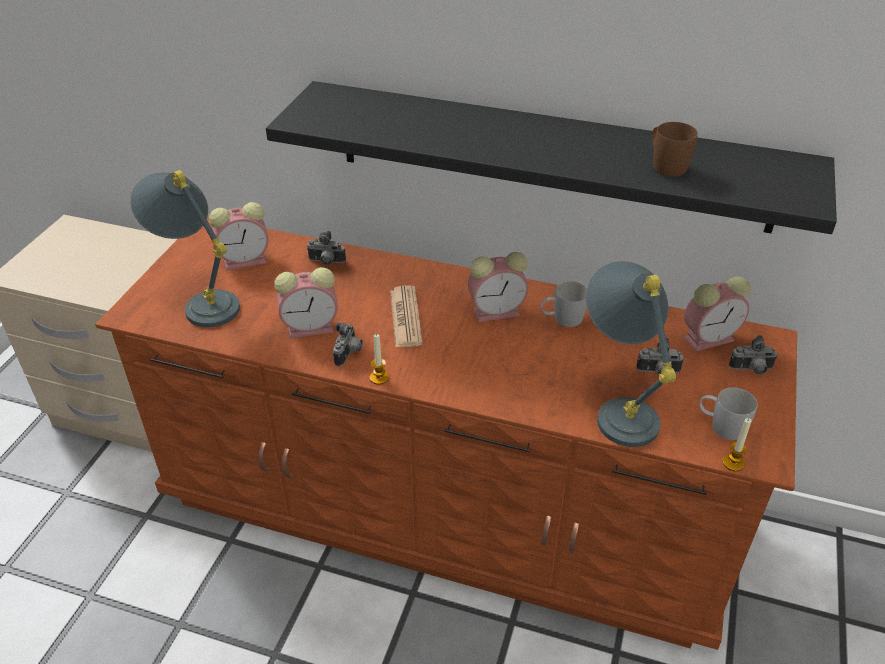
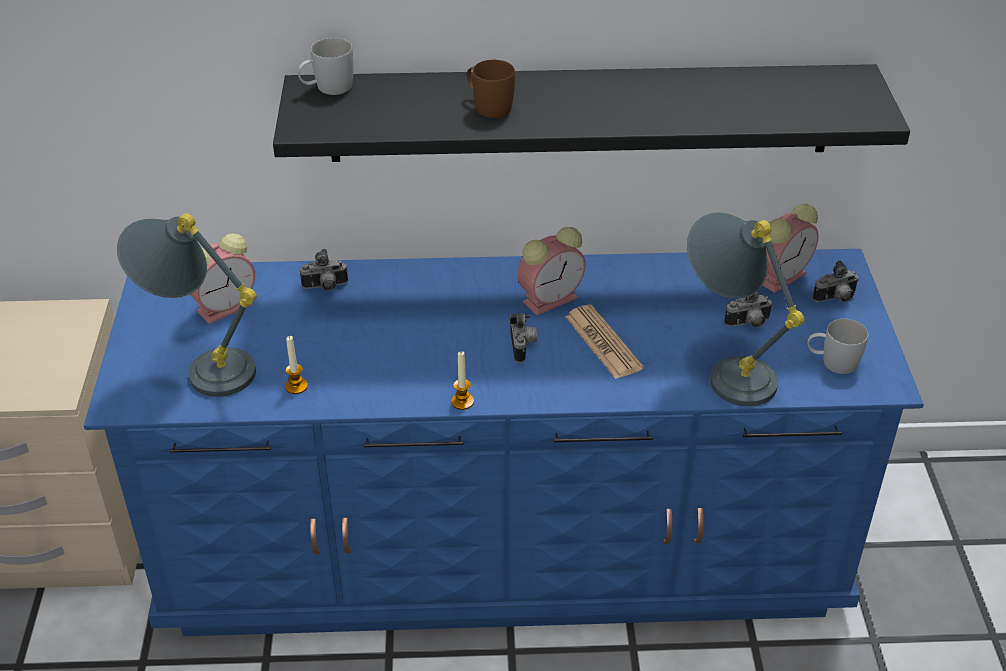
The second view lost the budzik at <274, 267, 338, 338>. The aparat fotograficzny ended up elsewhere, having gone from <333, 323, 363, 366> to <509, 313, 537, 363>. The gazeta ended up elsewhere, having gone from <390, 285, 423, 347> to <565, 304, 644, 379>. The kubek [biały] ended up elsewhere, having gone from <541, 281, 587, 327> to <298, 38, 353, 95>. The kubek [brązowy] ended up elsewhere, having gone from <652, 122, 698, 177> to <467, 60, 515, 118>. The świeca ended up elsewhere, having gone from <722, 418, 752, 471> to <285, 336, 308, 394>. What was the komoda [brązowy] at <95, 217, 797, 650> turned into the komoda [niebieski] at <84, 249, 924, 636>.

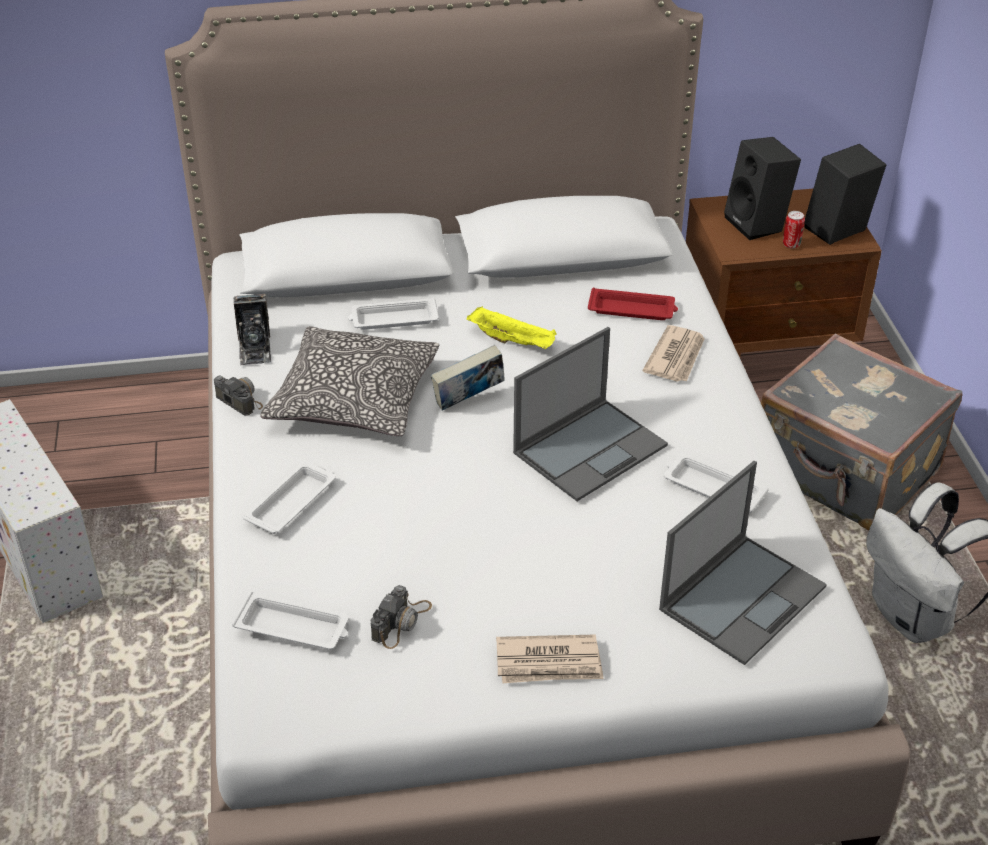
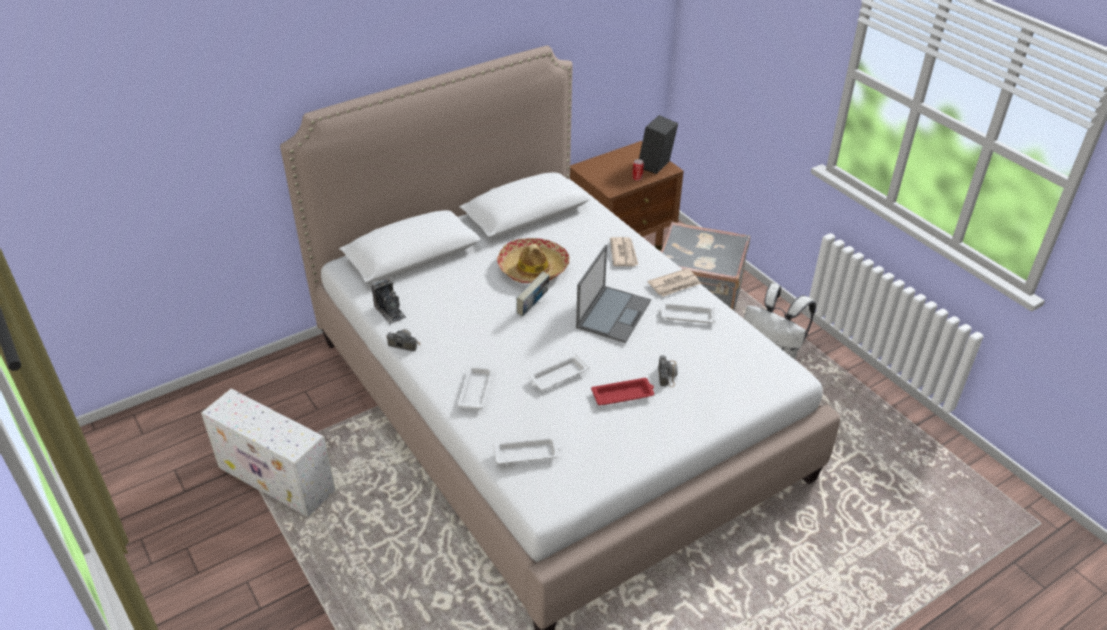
The second view lost the poduszka at <260, 326, 439, 436>. The second view lost the laptop at <659, 461, 827, 665>. The second view lost the głośnik [czarny] at <724, 137, 801, 240>. The taca [biały] ended up elsewhere, having gone from <348, 298, 439, 330> to <529, 354, 589, 390>. The aparat fotograficzny ended up elsewhere, having gone from <371, 585, 432, 649> to <658, 355, 678, 387>. The gazeta ended up elsewhere, having gone from <496, 634, 604, 683> to <648, 268, 701, 297>. The taca [czerwony] ended up elsewhere, having gone from <588, 288, 678, 320> to <591, 378, 654, 405>. Where the taca [żółty] stood at <467, 306, 557, 349>, the kapelusz came to stand at <497, 238, 570, 284>.

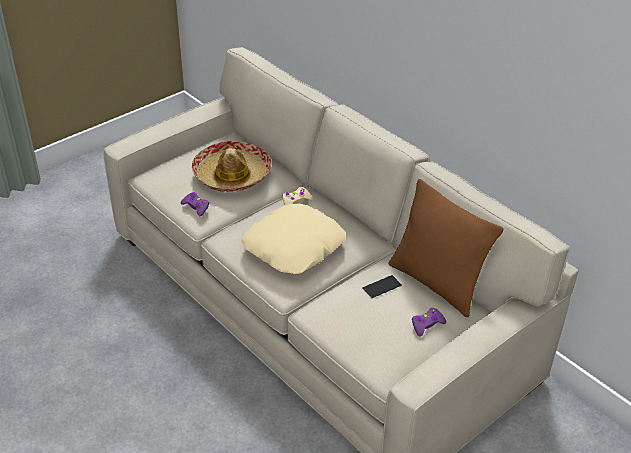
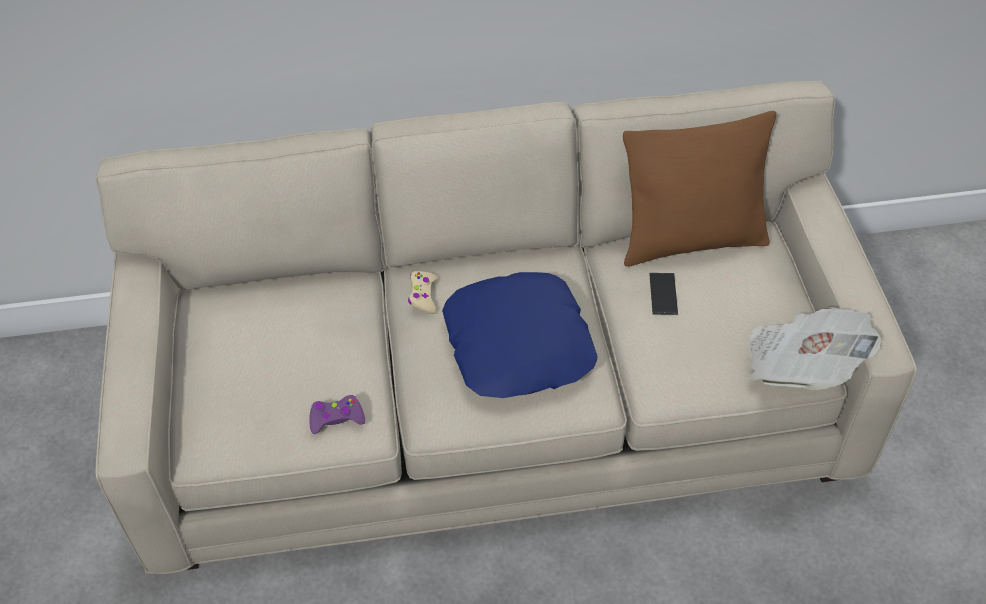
The second view lost the kapelusz at <192, 141, 272, 192>. The second view lost the pad do gier [fioletowy] at <412, 308, 446, 336>. The second view gained the gazeta at <749, 307, 881, 390>. What was the poduszka [beżowy] at <241, 204, 346, 274> turned into the poduszka [niebieski] at <442, 272, 598, 398>.

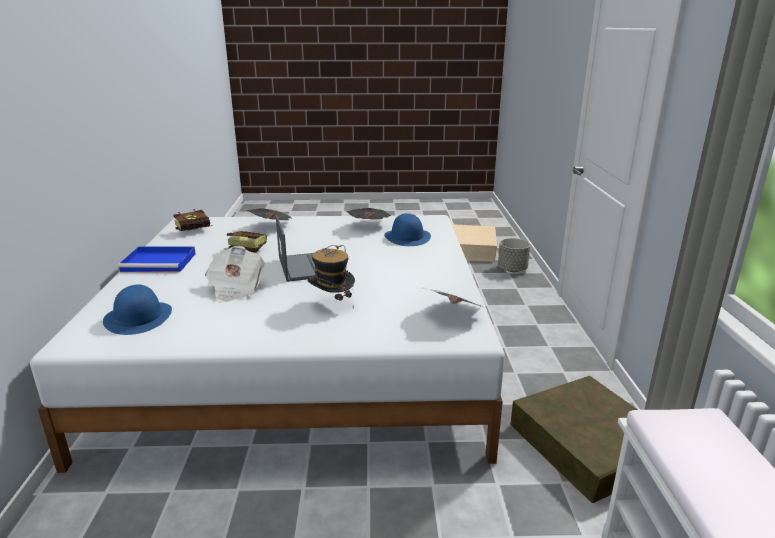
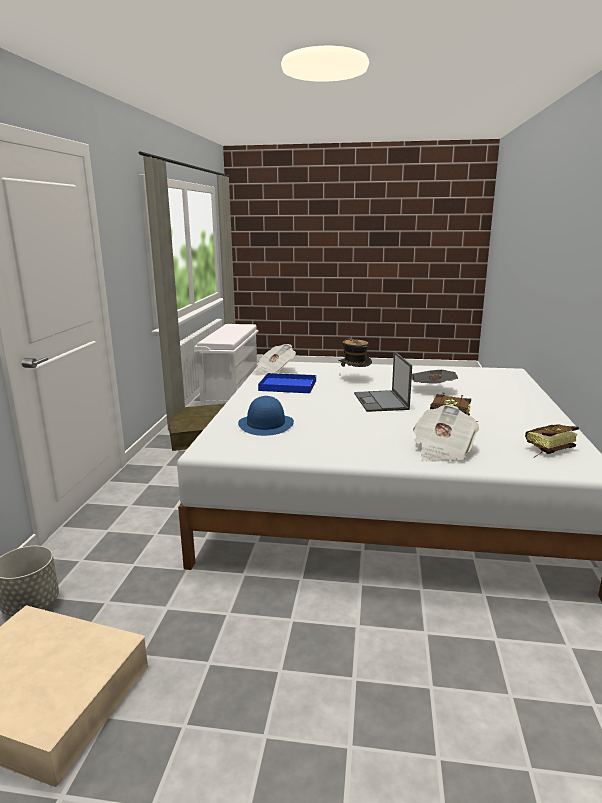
The second view lost the kapelusz [niebieski] at <103, 284, 172, 335>. The second view lost the gazeta at <346, 208, 391, 219>. The taca [niebieski] ended up elsewhere, having gone from <118, 247, 196, 272> to <258, 373, 316, 393>.

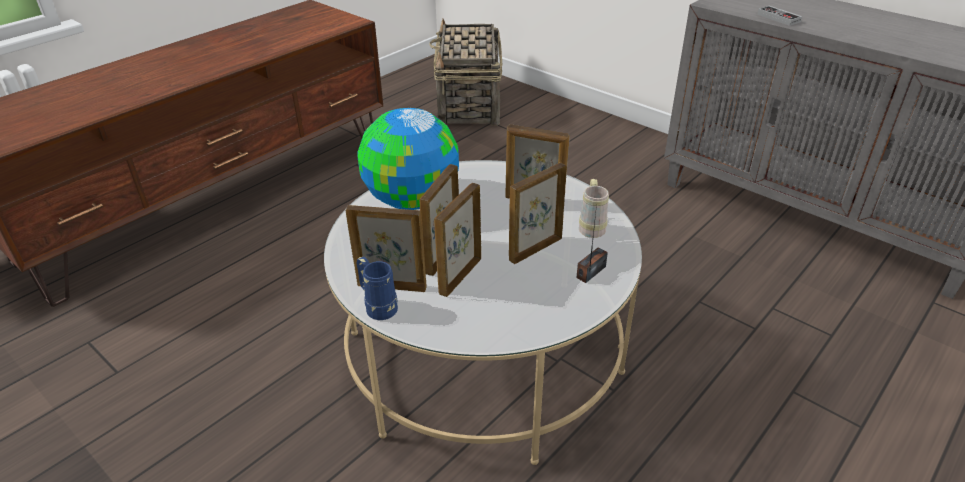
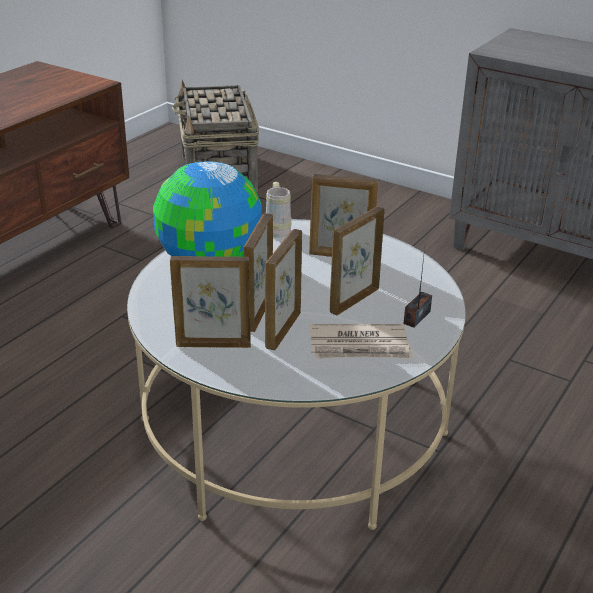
The second view lost the kubek [niebieski] at <356, 257, 398, 320>. The second view lost the pad do gier at <757, 6, 802, 26>. The second view gained the gazeta at <310, 324, 413, 359>. The kubek [beżowy] ended up elsewhere, having gone from <579, 179, 609, 238> to <266, 182, 292, 238>.

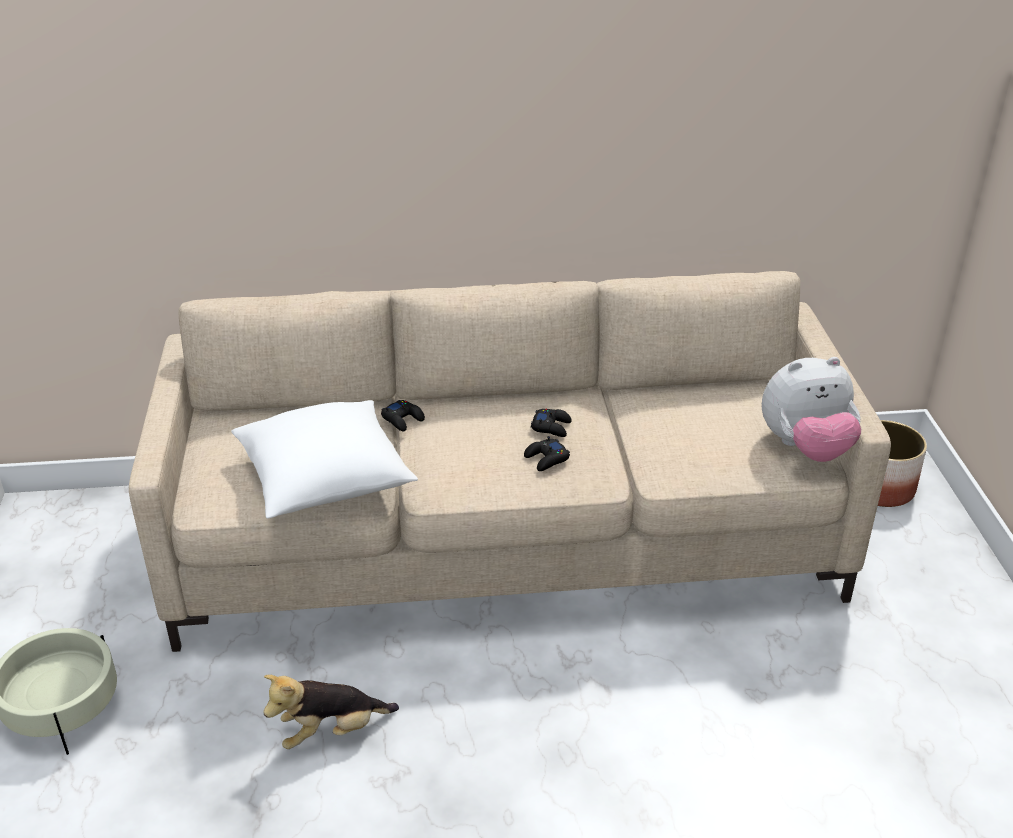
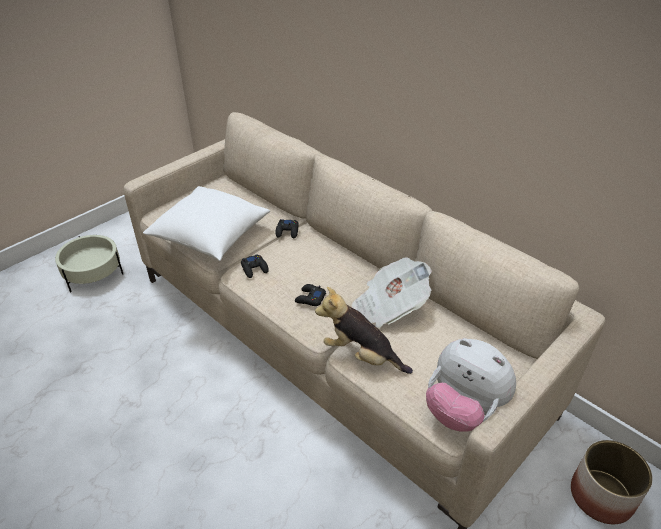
The second view gained the gazeta at <352, 257, 432, 328>. The pluszak ended up elsewhere, having gone from <263, 675, 399, 749> to <315, 287, 413, 374>. The pad do gier [czarny] ended up elsewhere, having gone from <531, 409, 572, 437> to <241, 254, 269, 278>.

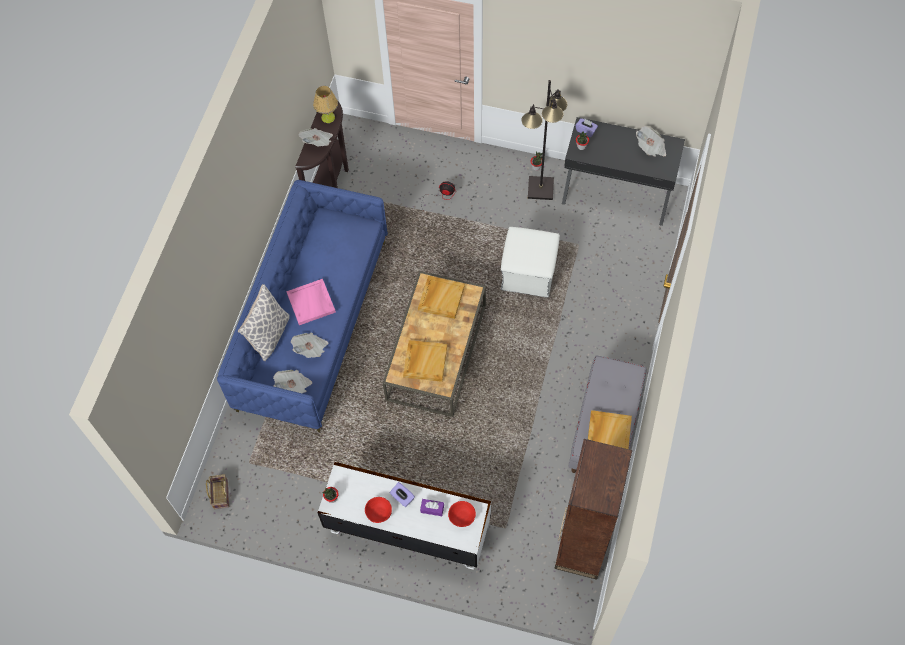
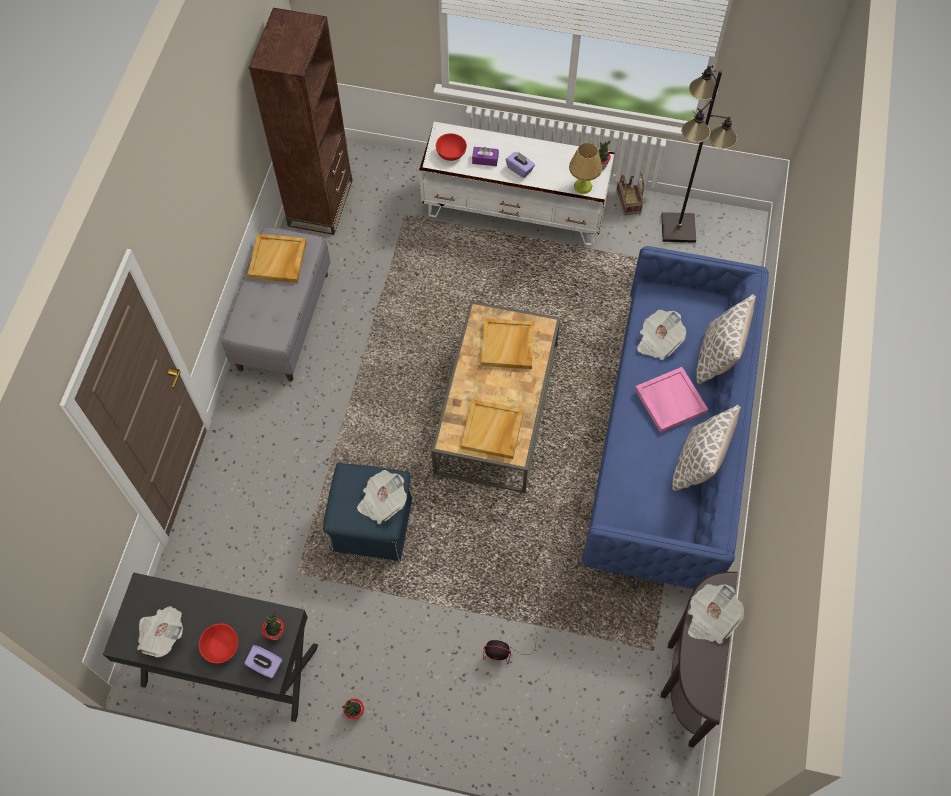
The second view gained the poduszka at <672, 405, 741, 491>. The koszyk ended up elsewhere, having gone from <206, 474, 229, 509> to <616, 173, 644, 215>. The gazeta ended up elsewhere, having gone from <273, 370, 312, 394> to <357, 470, 407, 524>. The lampa stołowa ended up elsewhere, having gone from <313, 86, 338, 123> to <569, 143, 602, 194>. The miska [czerwony] ended up elsewhere, having gone from <365, 497, 392, 523> to <199, 623, 238, 664>. The lampa stojąca [czarny] ended up elsewhere, having gone from <522, 80, 567, 200> to <661, 65, 738, 243>. What was the pufa [biały] at <501, 227, 560, 298> turned into the pufa [niebieski] at <323, 463, 413, 561>.

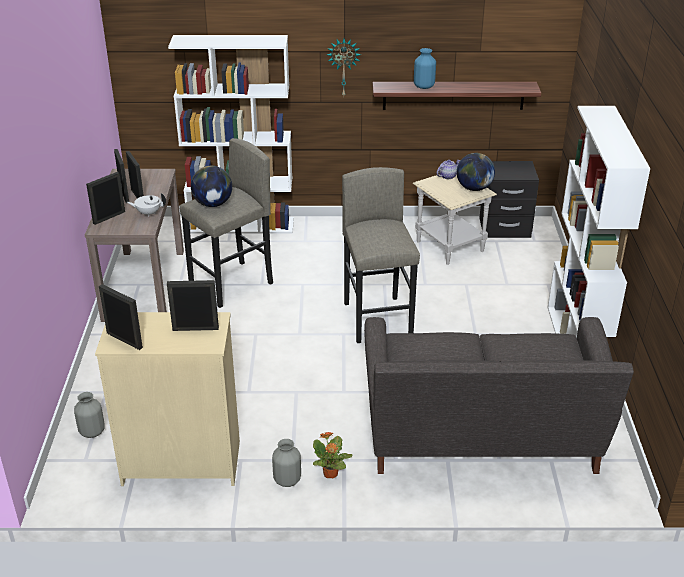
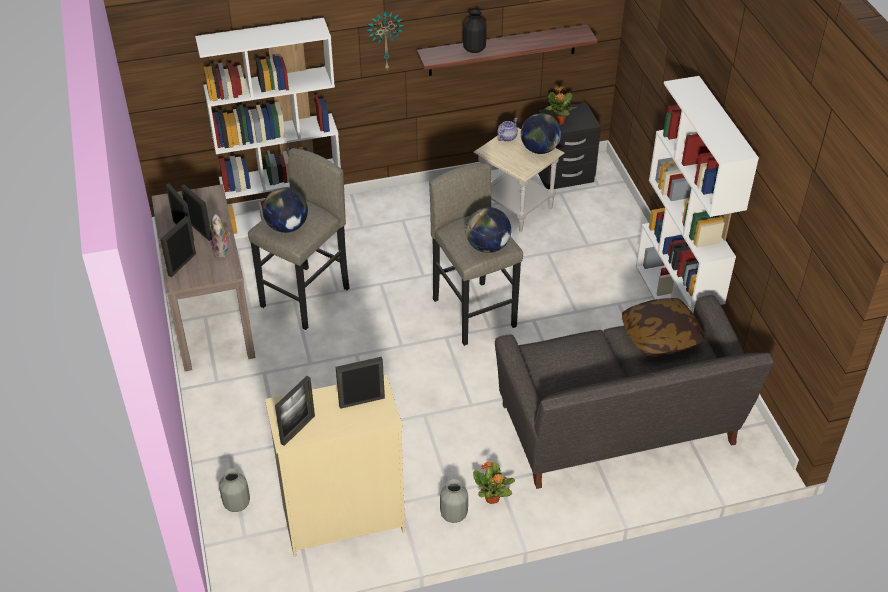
The second view gained the globus at <465, 207, 511, 253>. The second view gained the roślina doniczkowa at <545, 86, 577, 125>. The second view gained the poduszka at <622, 298, 705, 355>. Where the imbryk [biały] stood at <127, 193, 166, 217>, the pluszak came to stand at <211, 214, 230, 258>. What was the wazon [niebieski] at <414, 48, 436, 89> turned into the wazon [czarny] at <463, 10, 487, 53>. The ramka na zdjęcie at <99, 284, 143, 350> ended up facing another way, 105 degrees clockwise from before.

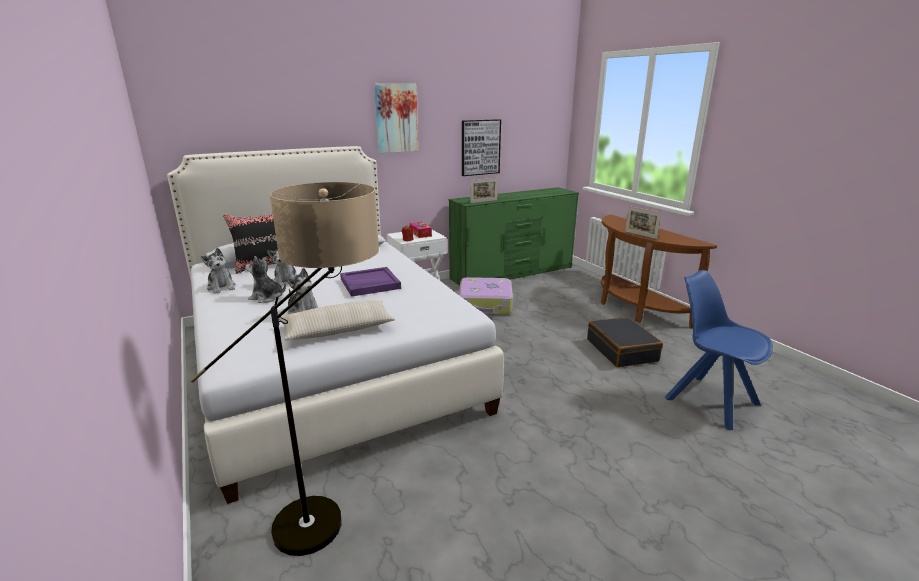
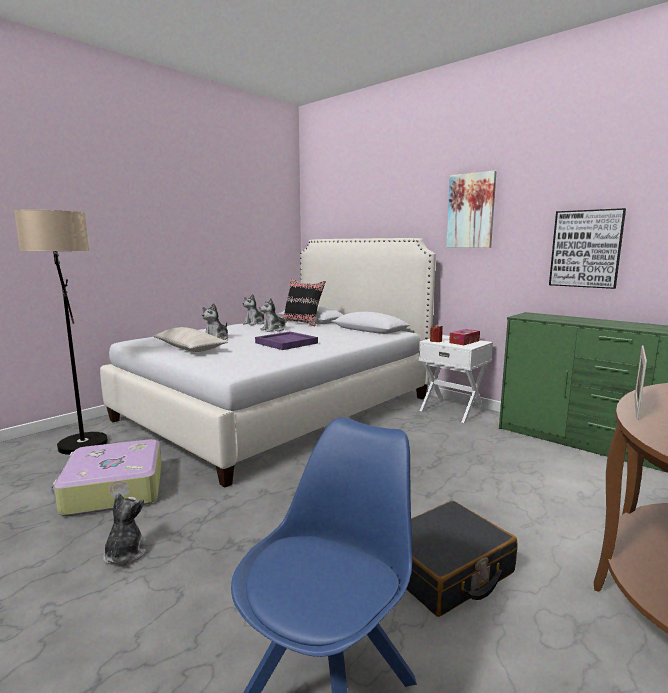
The second view lost the ramka na zdjęcie at <470, 178, 498, 203>. The pluszak ended up elsewhere, having gone from <245, 256, 286, 303> to <103, 493, 146, 564>. The walizka ended up elsewhere, having gone from <459, 277, 513, 315> to <51, 439, 162, 516>.

